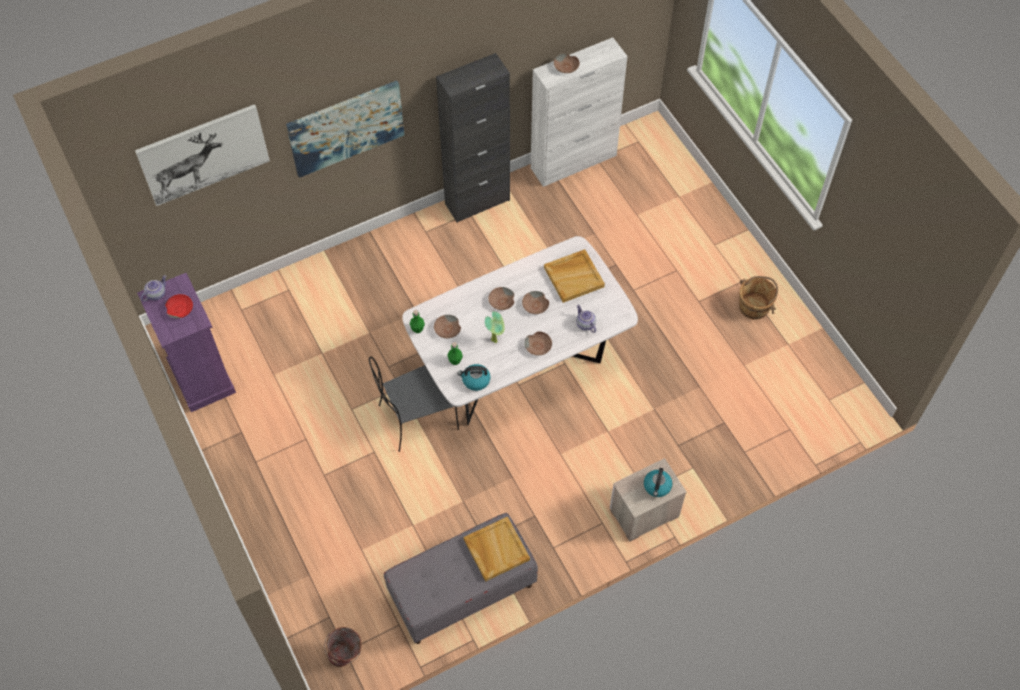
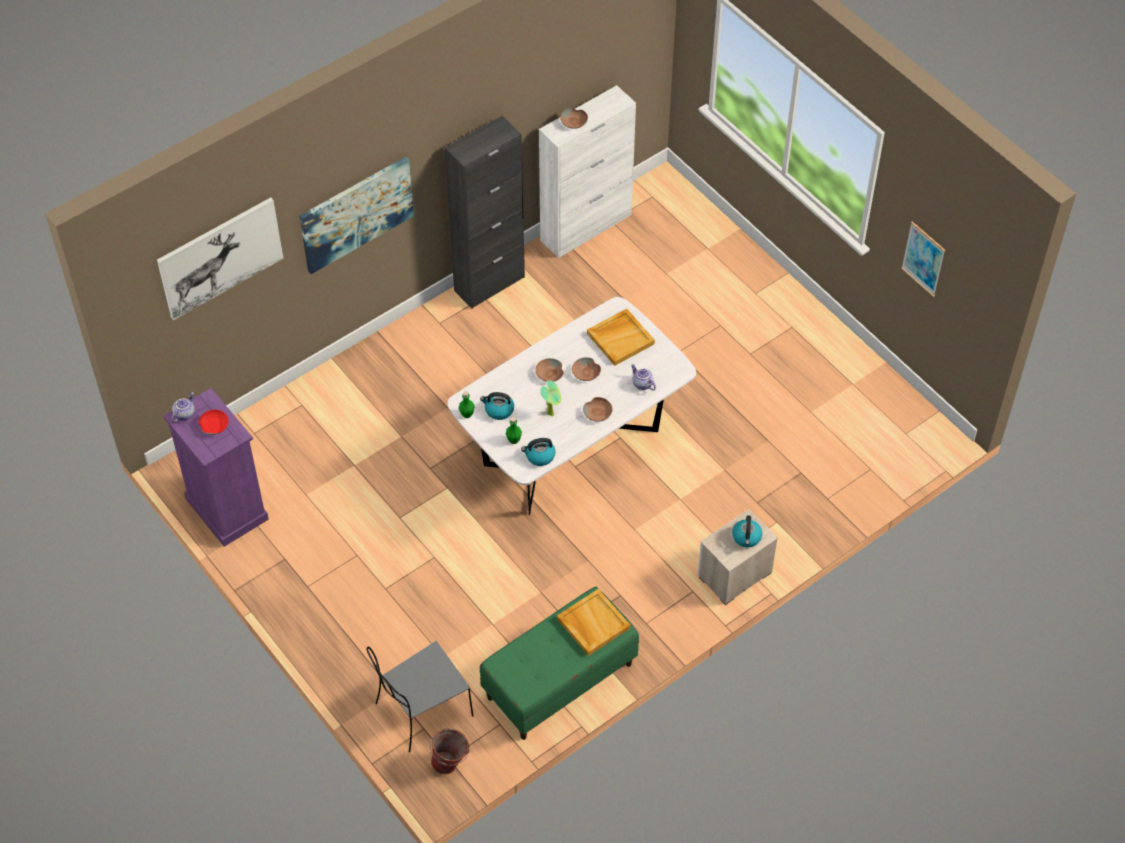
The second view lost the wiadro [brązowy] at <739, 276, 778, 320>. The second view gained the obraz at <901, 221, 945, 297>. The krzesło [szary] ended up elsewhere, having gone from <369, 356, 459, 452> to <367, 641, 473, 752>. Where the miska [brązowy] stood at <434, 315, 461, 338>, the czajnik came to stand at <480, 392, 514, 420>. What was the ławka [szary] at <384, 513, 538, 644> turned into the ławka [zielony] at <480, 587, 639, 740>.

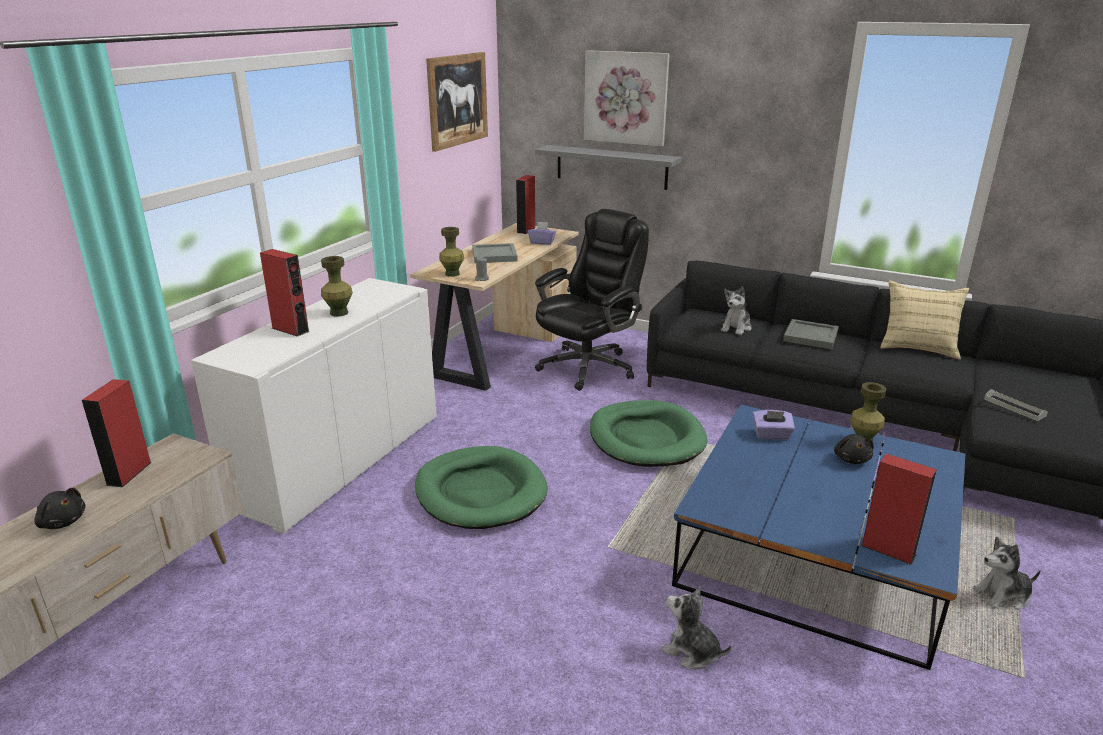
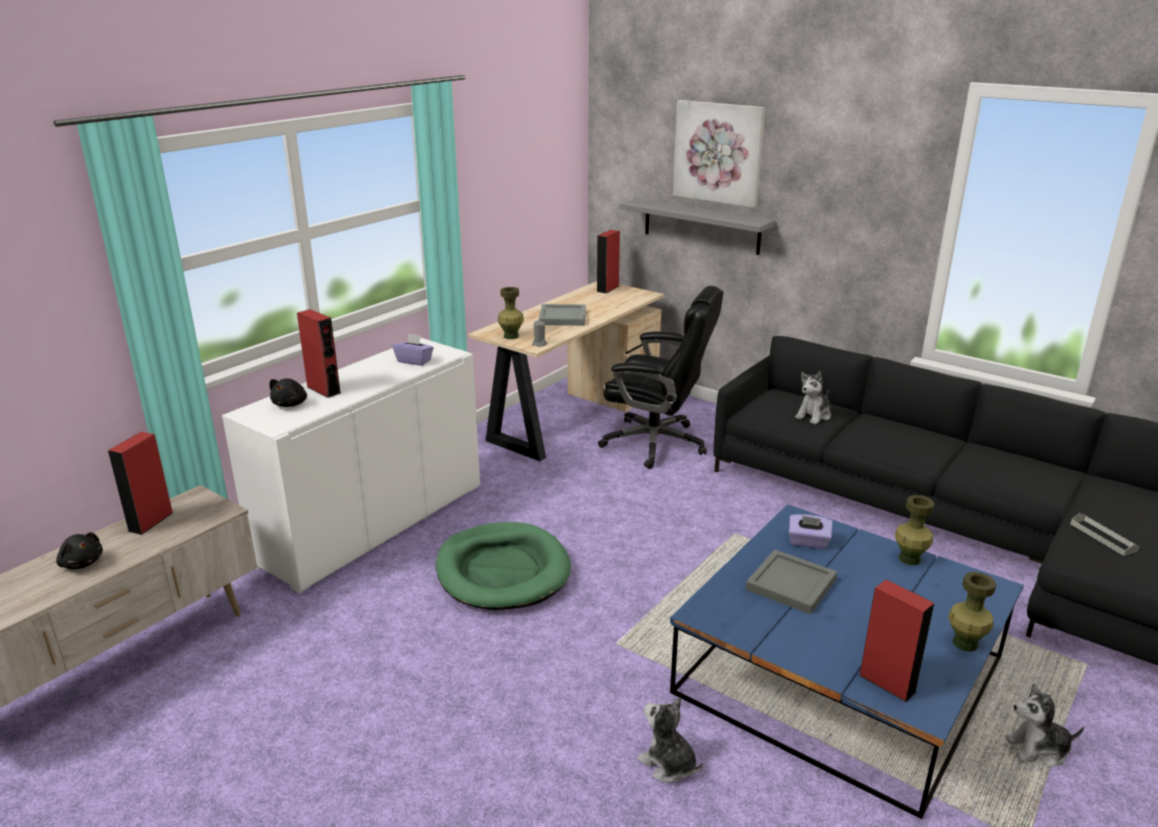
The second view lost the obraz at <426, 52, 488, 152>. The second view lost the legowisko [zielony] at <590, 400, 708, 467>. The second view lost the poduszka [beżowy] at <881, 280, 969, 360>. The wazon [zielony] ended up elsewhere, having gone from <321, 256, 353, 317> to <948, 572, 996, 652>. The pudełko chusteczek [fioletowy] ended up elsewhere, having gone from <528, 222, 556, 245> to <393, 333, 434, 366>. The taca [szary] ended up elsewhere, having gone from <783, 319, 839, 349> to <746, 550, 837, 614>. The pluszak [czarny] ended up elsewhere, having gone from <834, 434, 874, 464> to <270, 378, 307, 407>. The krzesło biurowe [czarny] at <535, 209, 649, 391> ended up facing another way, 60 degrees clockwise from before.

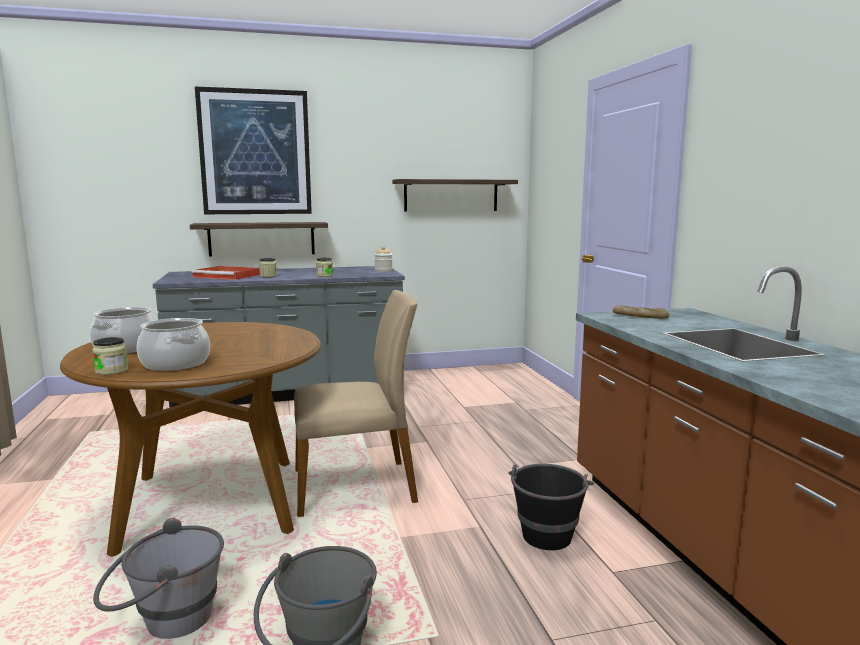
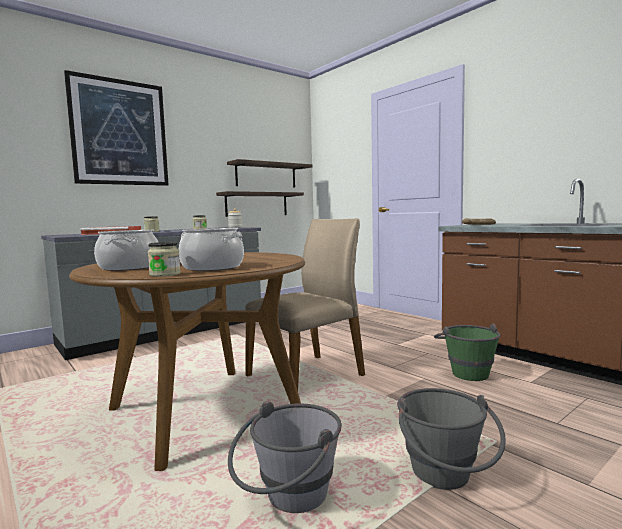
The półka ended up elsewhere, having gone from <190, 222, 328, 257> to <216, 191, 304, 217>. What was the wiadro [czarny] at <509, 464, 594, 550> turned into the wiadro [zielony] at <434, 323, 501, 381>.

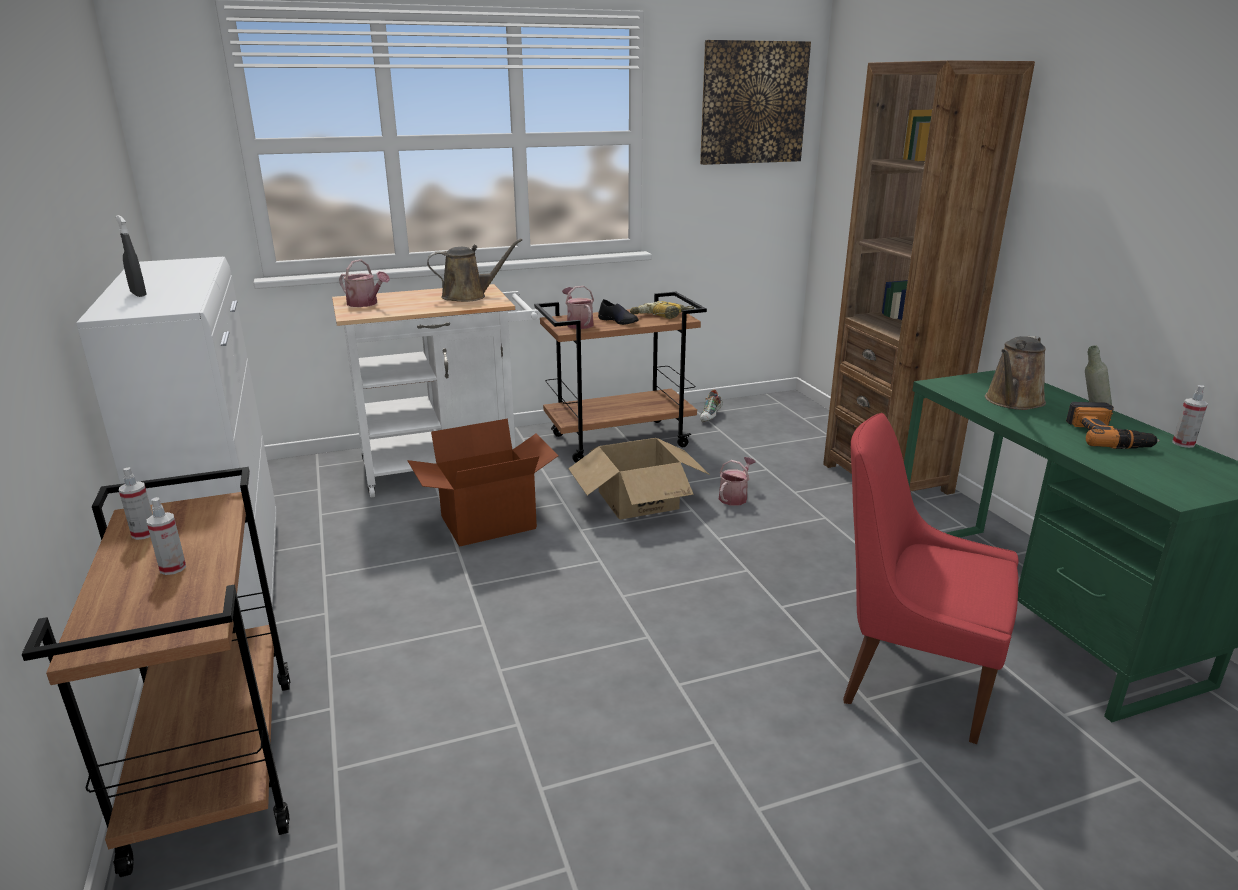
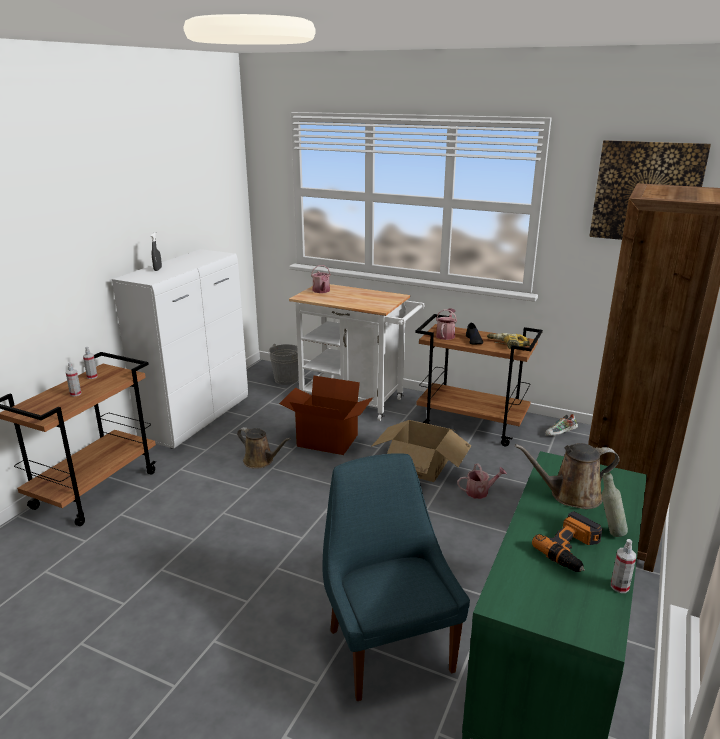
The second view gained the wiadro [szary] at <269, 344, 299, 385>. The konewka [brązowy] ended up elsewhere, having gone from <427, 238, 522, 302> to <237, 427, 291, 469>. What was the krzesło [czerwony] at <843, 413, 1018, 744> turned into the krzesło [niebieski] at <322, 453, 470, 701>.

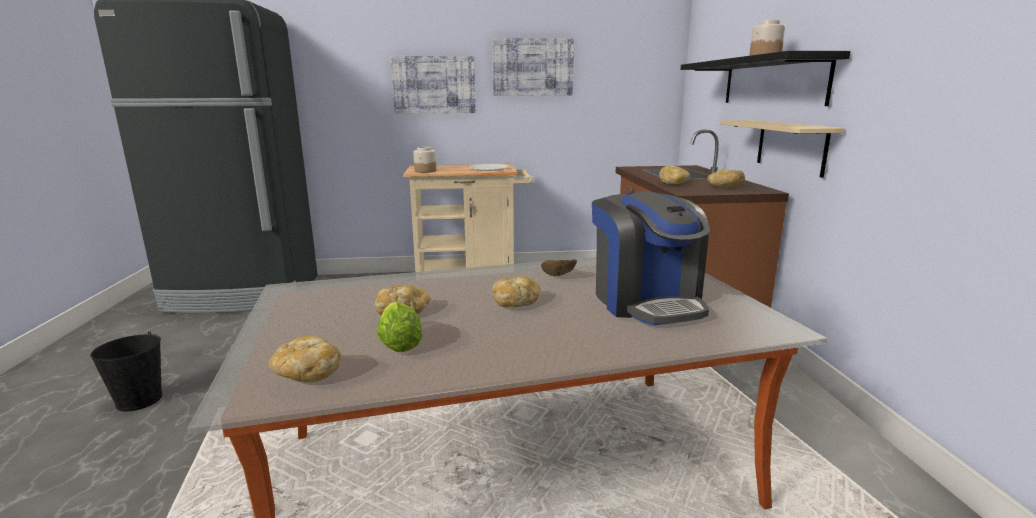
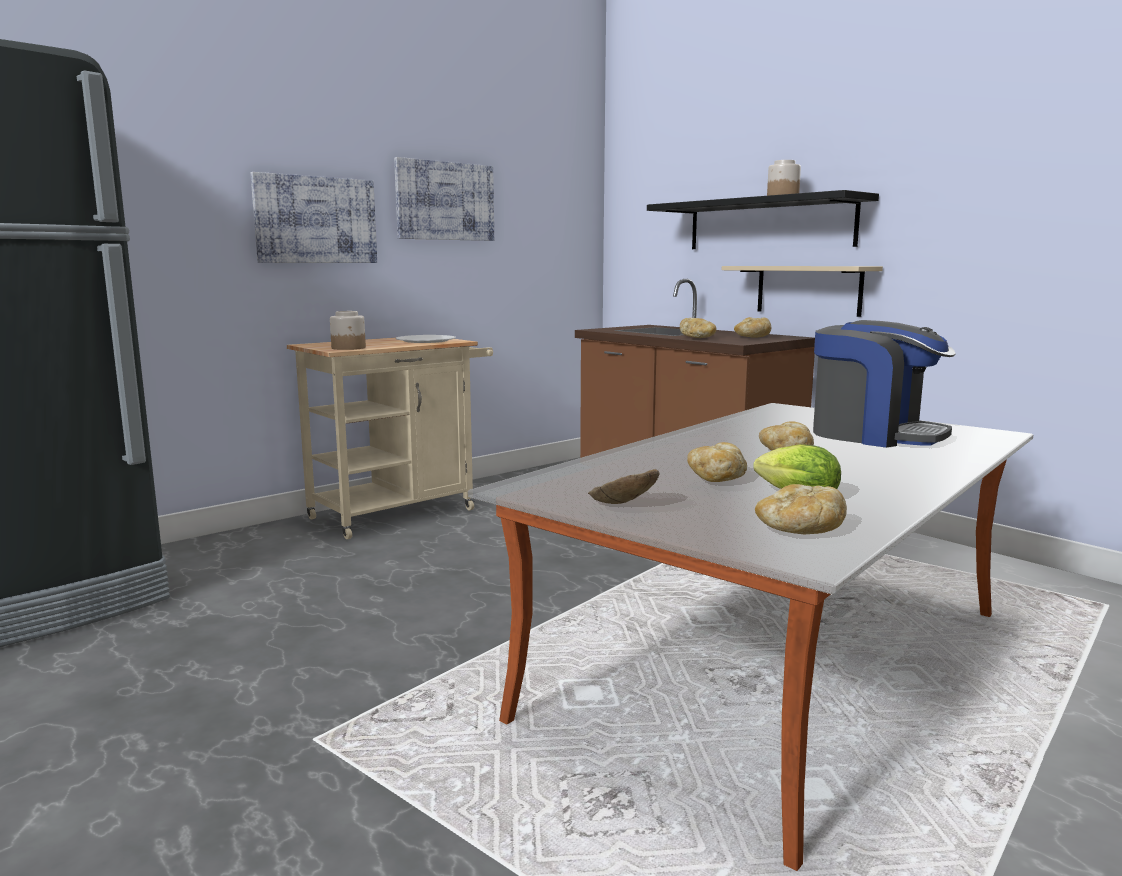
The second view lost the wiadro [czarny] at <90, 332, 162, 412>. The miska [brązowy] ended up elsewhere, having gone from <541, 259, 577, 276> to <588, 469, 660, 504>.

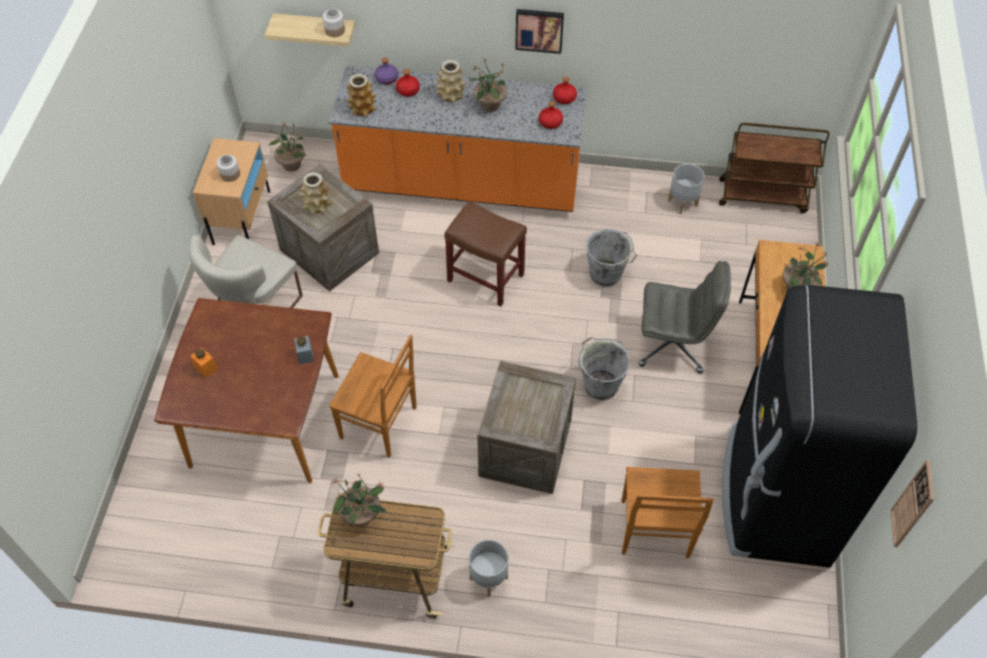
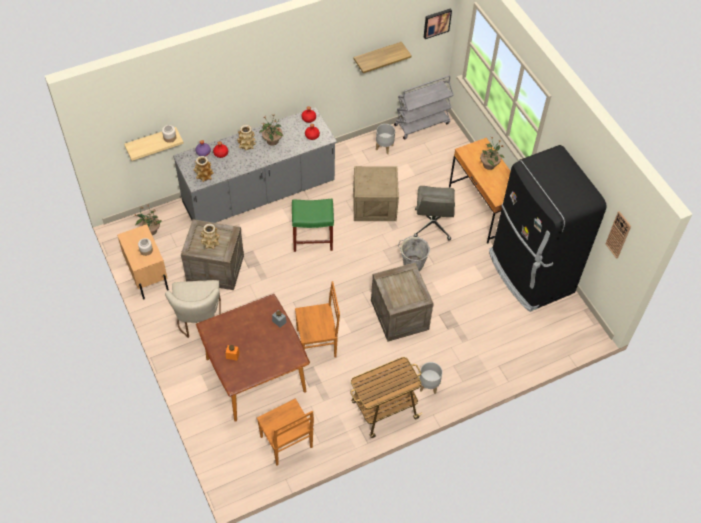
The second view lost the roślina doniczkowa at <331, 474, 387, 526>. The second view gained the półka at <353, 42, 412, 73>. The obraz ended up elsewhere, having gone from <515, 9, 564, 54> to <424, 8, 452, 39>. The krzesło [brązowy] ended up elsewhere, having gone from <622, 467, 714, 558> to <257, 398, 314, 465>. Where the wiadro [szary] stood at <586, 229, 637, 287>, the skrzynka came to stand at <353, 166, 399, 221>. What was the zabudowa kuchenna [pomarańczowy] at <329, 66, 587, 212> turned into the zabudowa kuchenna [szary] at <173, 107, 337, 223>. What was the stołek [brązowy] at <444, 201, 527, 307> turned into the stołek [zielony] at <292, 199, 334, 252>. What was the wózek [brązowy] at <719, 123, 829, 214> turned into the wózek [szary] at <394, 75, 454, 140>. The krzesło biurowe [szary] at <639, 261, 731, 374> ended up facing another way, 120 degrees clockwise from before.

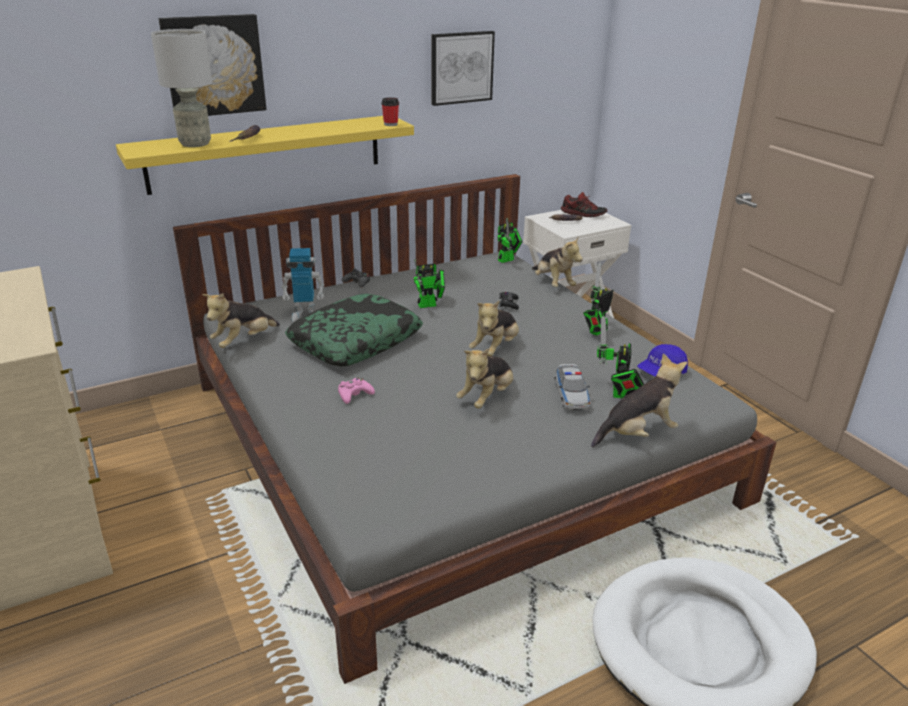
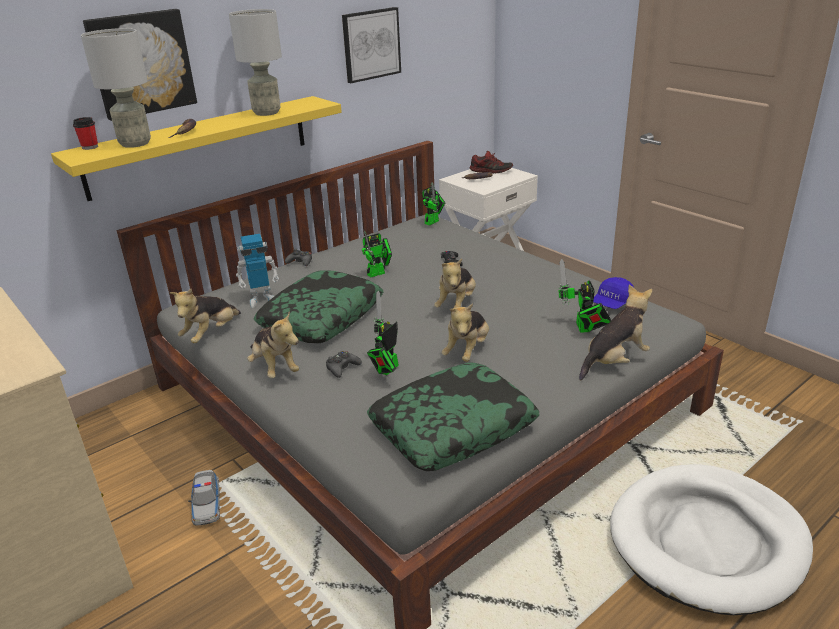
The second view gained the lampa stołowa [szary] at <229, 9, 282, 116>. The second view gained the poduszka at <367, 363, 539, 471>. The filiżanka ended up elsewhere, having gone from <381, 97, 399, 126> to <73, 117, 98, 150>. The pluszak ended up elsewhere, having gone from <532, 236, 583, 287> to <247, 312, 299, 378>. The samochodzik ended up elsewhere, having gone from <554, 364, 591, 410> to <188, 470, 220, 526>. The robot zabawkowy ended up elsewhere, having gone from <583, 262, 613, 336> to <367, 291, 399, 375>. What was the pad do gier [różowy] at <338, 378, 375, 404> turned into the pad do gier [czarny] at <326, 351, 362, 378>.

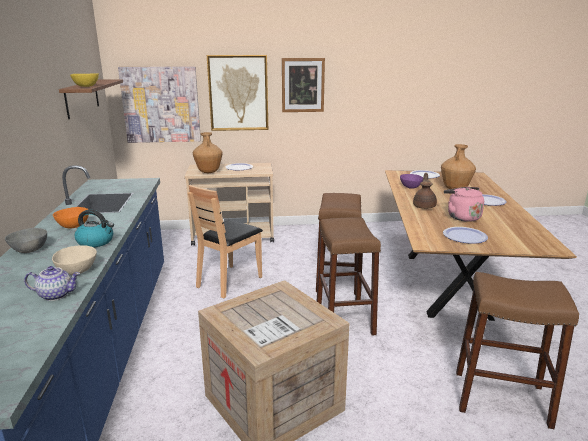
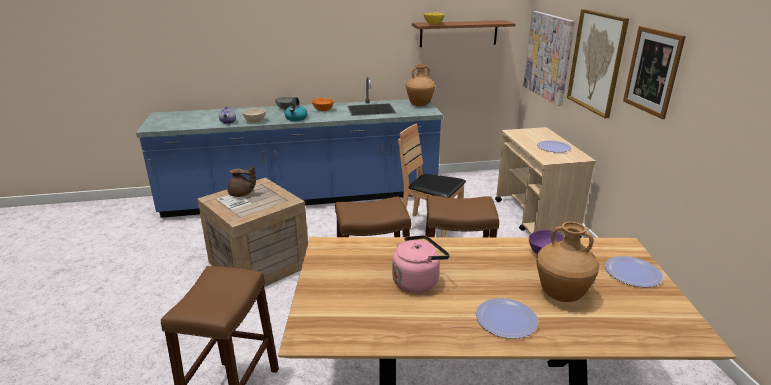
The second view lost the talerz at <443, 227, 488, 244>. The wazon [brązowy] ended up elsewhere, having gone from <193, 132, 223, 173> to <406, 64, 435, 106>. The imbryk [brązowy] ended up elsewhere, having gone from <413, 173, 437, 209> to <228, 166, 256, 197>.

